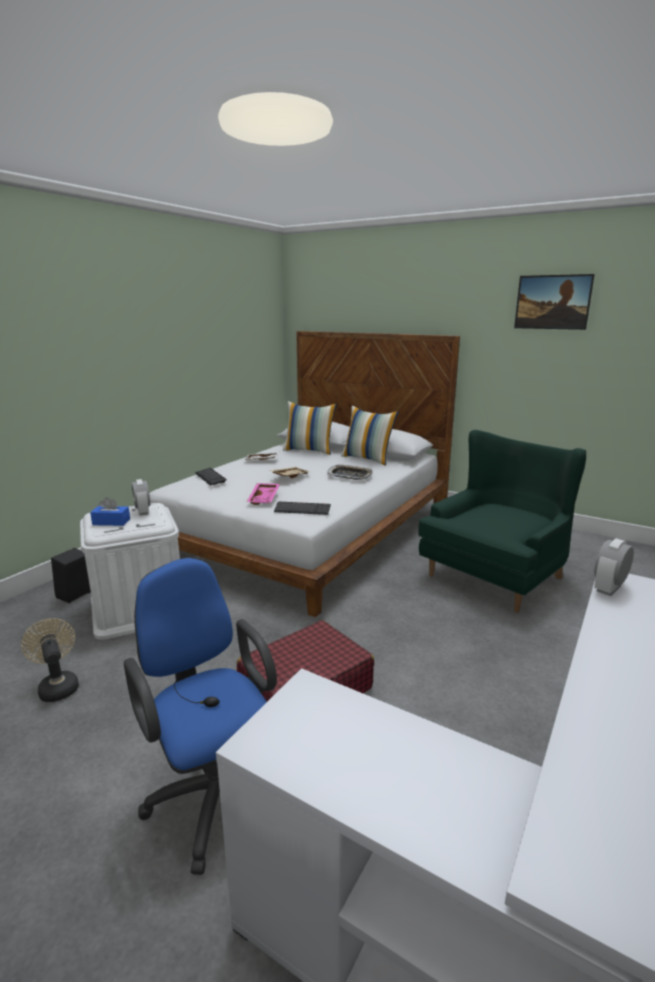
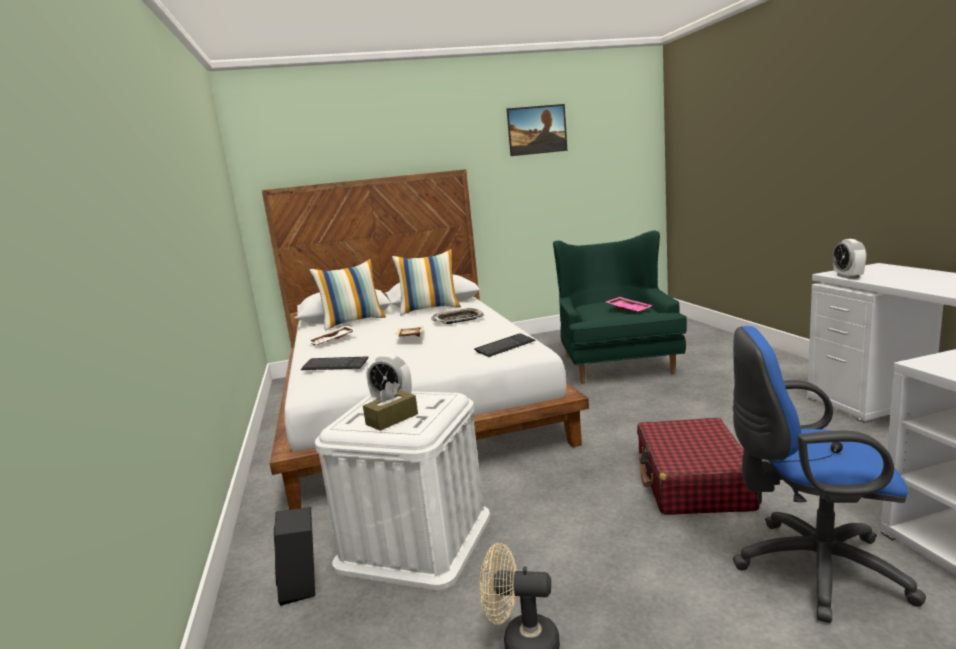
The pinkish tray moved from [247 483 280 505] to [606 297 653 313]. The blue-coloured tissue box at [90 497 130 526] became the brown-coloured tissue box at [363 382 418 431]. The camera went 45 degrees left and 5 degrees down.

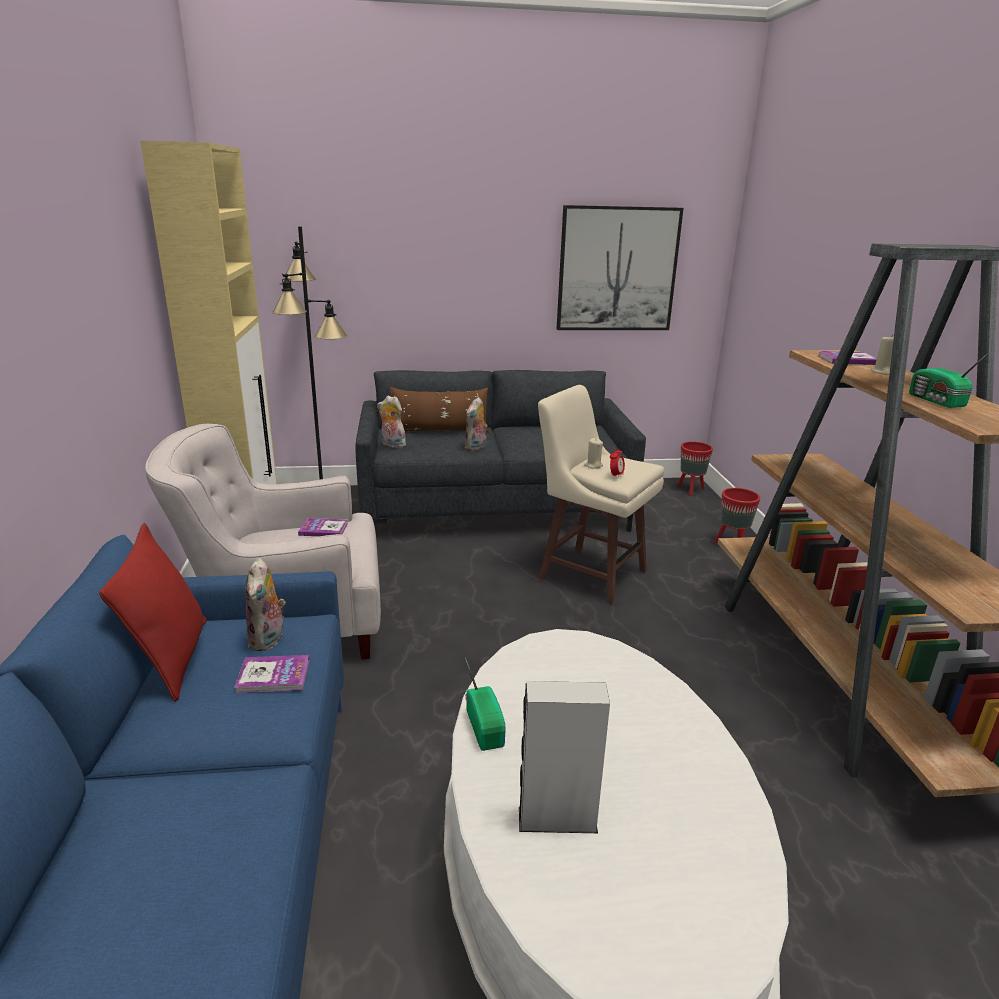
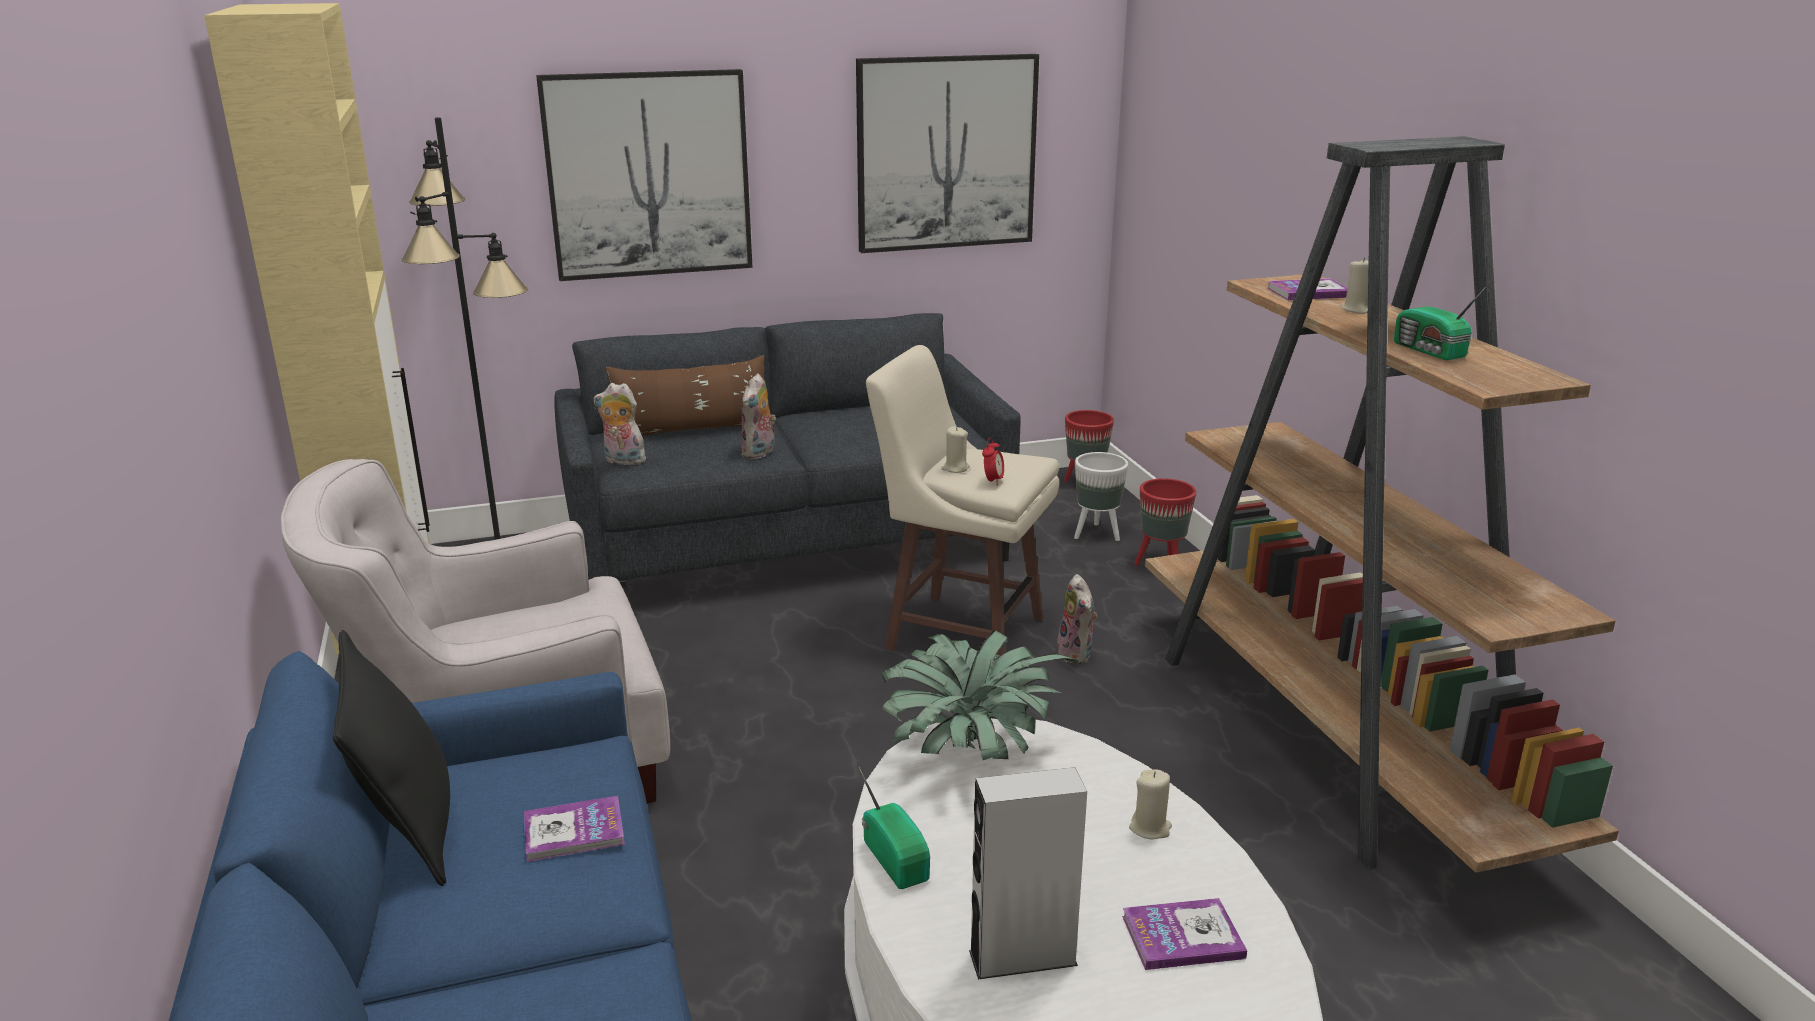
The wall art at [536 69 753 281] appeared. The houseplant at [881 630 1079 760] appeared. The whitish planter at [1074 452 1128 541] appeared. The sand-coloured candle at [1129 770 1172 839] appeared. The cuddly toy moved from [245 558 286 651] to [1056 574 1098 664]. The book moved from [298 518 348 536] to [1122 898 1247 970]. The red-coloured pillow at [99 523 207 702] became the black-coloured pillow at [333 630 450 886]. The camera went 10 degrees left and 0 degrees up.

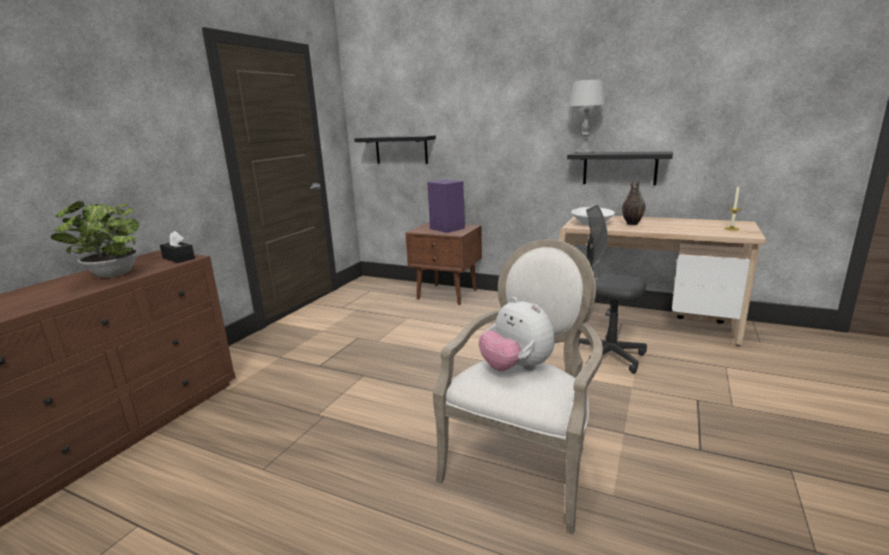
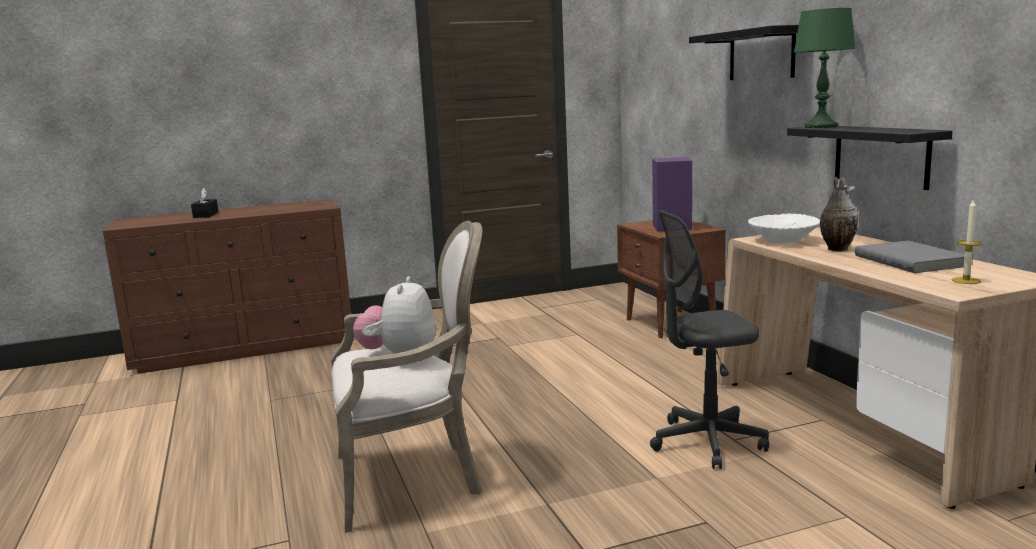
The houseplant at [51 201 139 278] disappeared. The grey book at [855 241 965 273] appeared. The black-coloured tissue box moved from [160 231 195 263] to [191 188 218 218]. The black-coloured bracket shelf moved from [354 135 436 164] to [689 25 799 80]. The grey lamp for a table at [569 79 605 154] became the green-coloured lamp for a table at [794 8 856 128]. The grey computer chair at [578 204 647 374] turned 90 degrees counterclockwise. The camera went 45 degrees right and 5 degrees down.

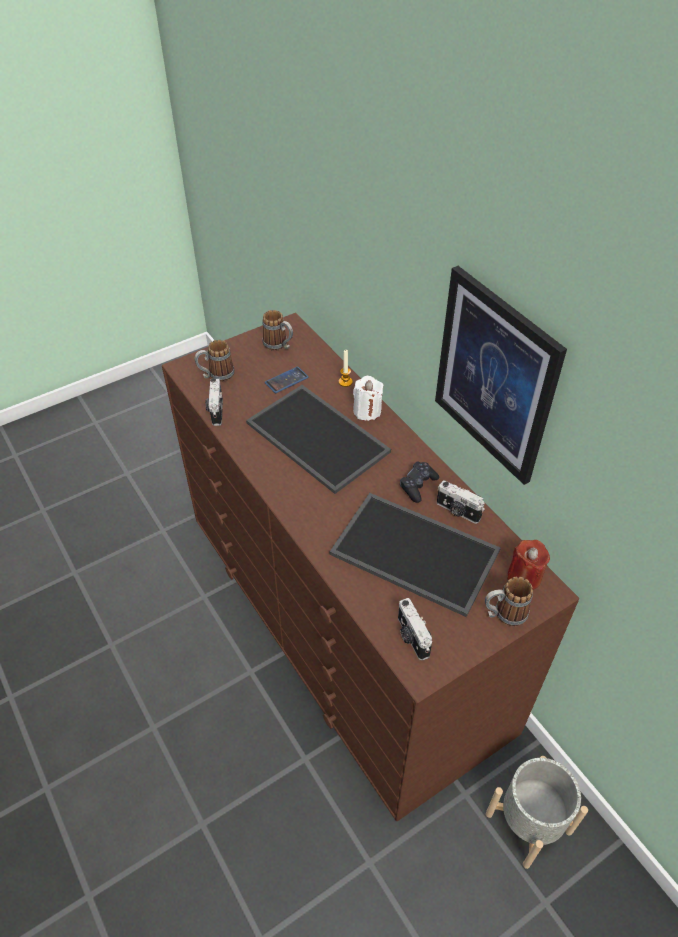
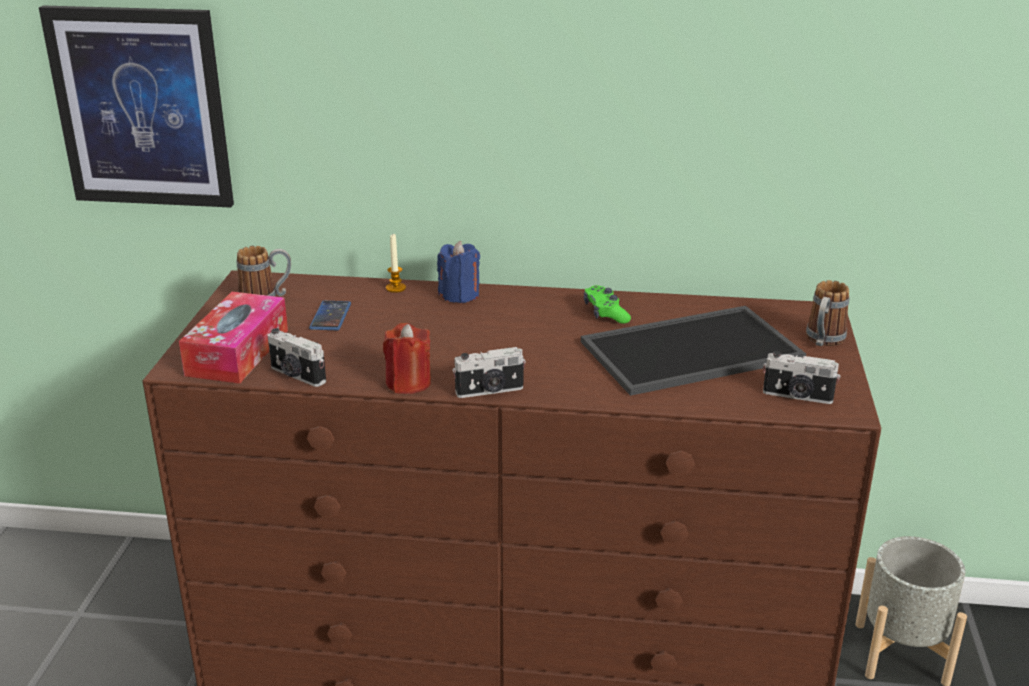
The tray at [246 385 391 494] disappeared. The wall art moved from [435 266 567 485] to [39 5 234 208]. The photo camera moved from [437 480 485 524] to [452 347 526 398]. The red-coloured candle moved from [507 540 550 590] to [383 323 431 394]. The coffee mug at [194 340 235 381] was replaced by the tissue box at [179 292 288 384]. The whitish candle at [353 376 384 421] became the blue-coloured candle at [437 241 480 303]. The black-coloured joypad at [400 461 439 503] became the green-coloured joypad at [584 285 631 324]. The camera went 50 degrees left and 20 degrees down.

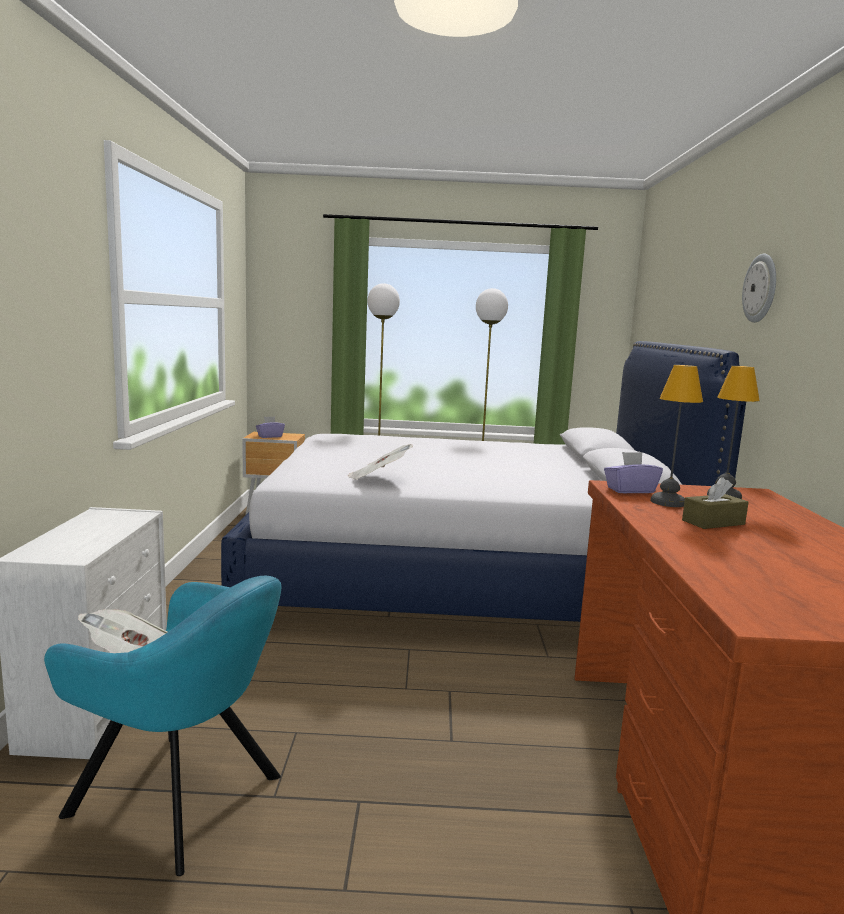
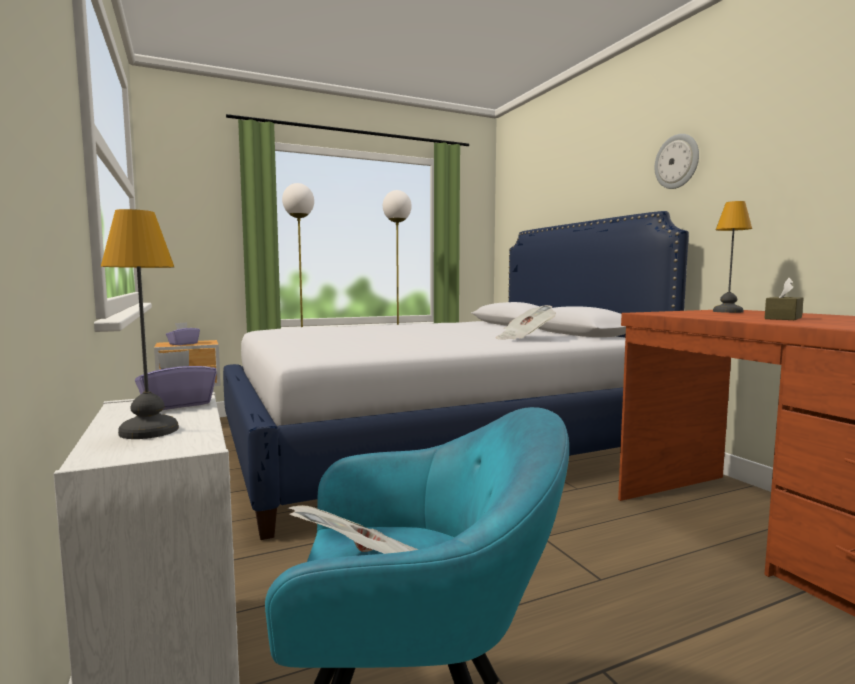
The daily paper moved from [348 444 413 480] to [496 305 556 340]. The purple tissue box moved from [604 452 663 493] to [135 350 217 410]. The lamp for a table moved from [651 365 703 507] to [101 209 179 439]. The camera went 25 degrees left and 5 degrees down.

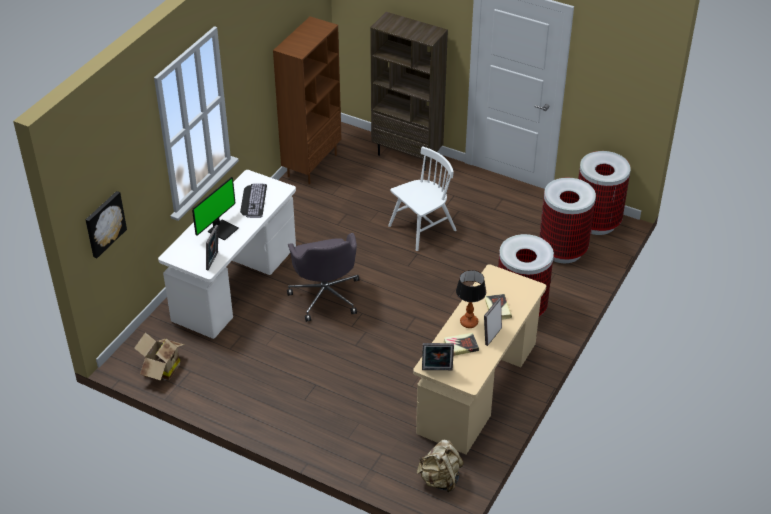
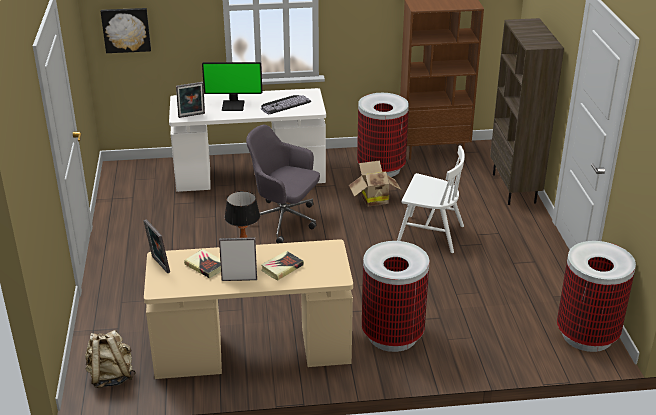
The cardboard box moved from [134 332 185 380] to [349 160 401 207]. The waste bin moved from [539 177 596 263] to [357 93 409 177]. The grey computer chair at [287 233 359 322] turned 75 degrees clockwise. The camera went 55 degrees right and 10 degrees down.

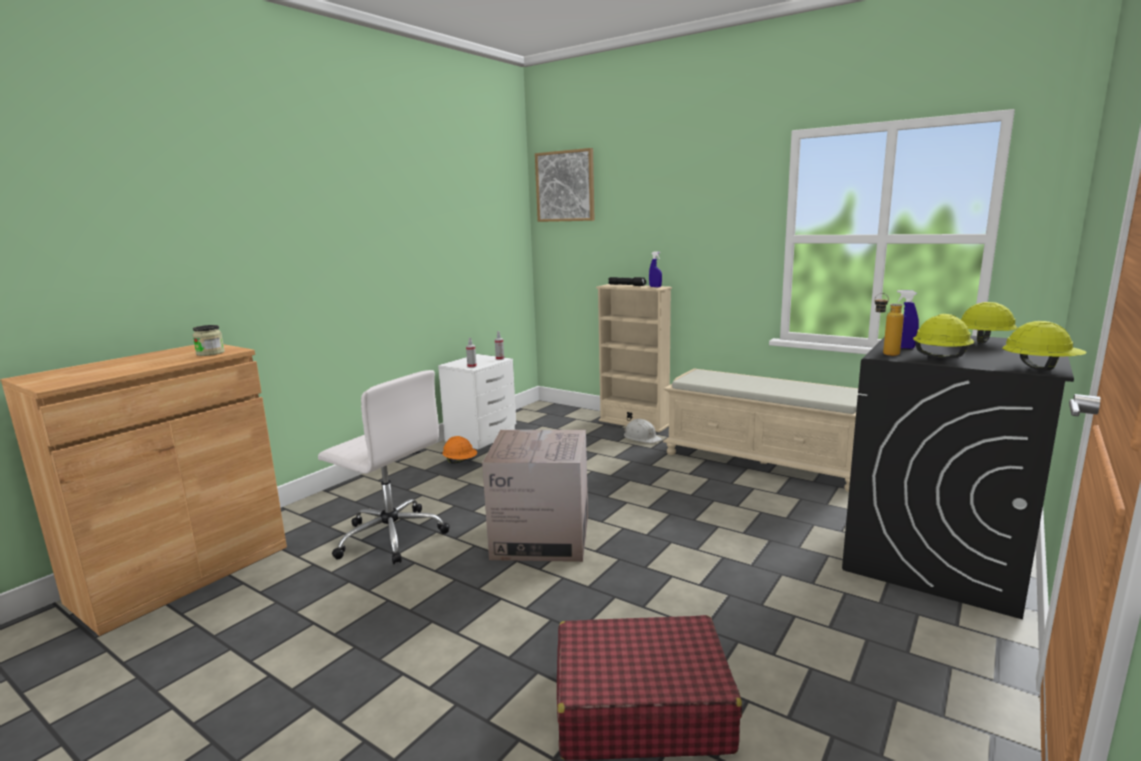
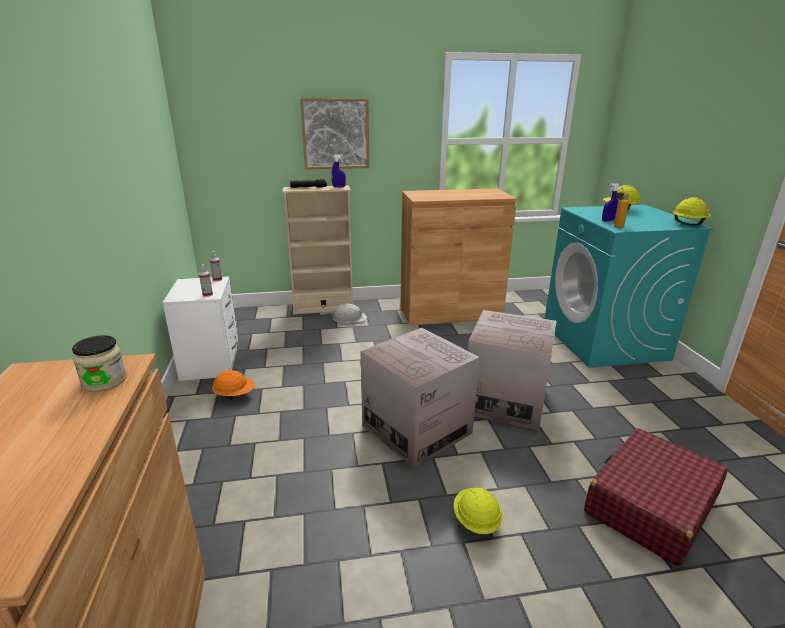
The whitish computer chair at [318 370 450 564] disappeared. The cardboard box at [468 310 557 430] appeared. The wall art moved from [535 148 595 222] to [300 98 369 169]. The yellow-coloured safety helmet moved from [913 314 974 358] to [454 488 502 534]. The sand-coloured long seat at [663 369 859 492] was replaced by the brown-coloured storage cabinet at [401 189 517 325]. The black-coloured washing machine at [842 336 1074 620] became the blue-green washing machine at [545 205 714 368]. The camera went 45 degrees left and 10 degrees up.

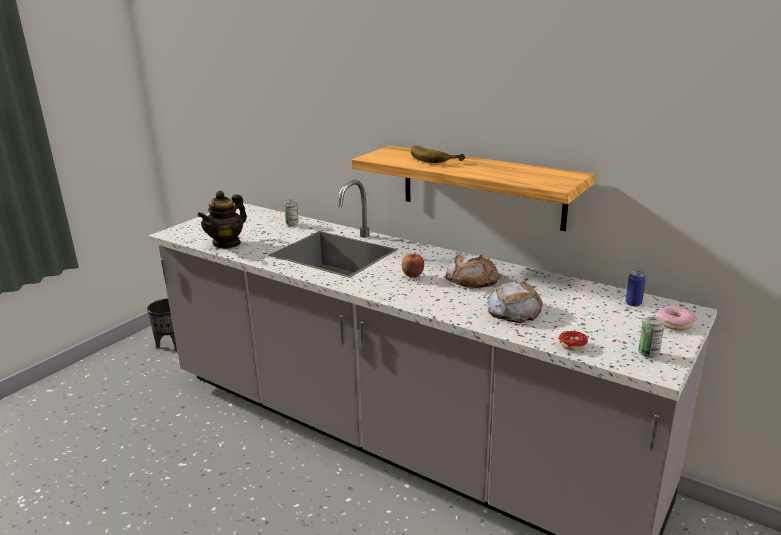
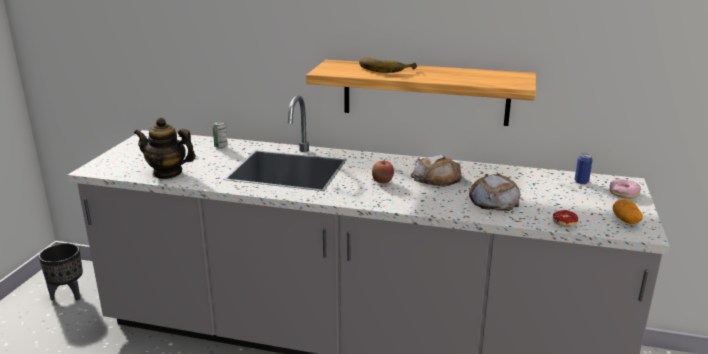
The metal can at [638 317 664 358] was replaced by the spud at [613 200 643 224]. The pot for tea at [197 191 247 249] turned 90 degrees clockwise. The camera went 20 degrees left and 0 degrees up.

